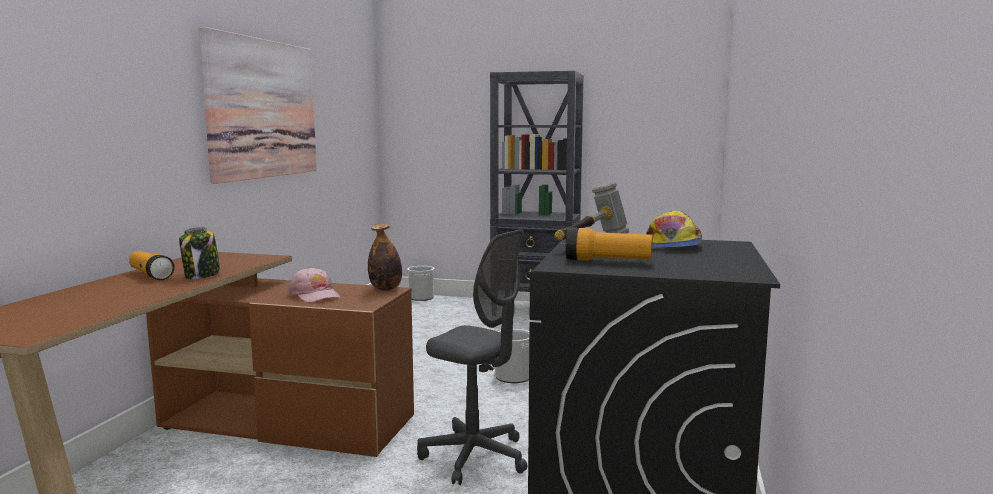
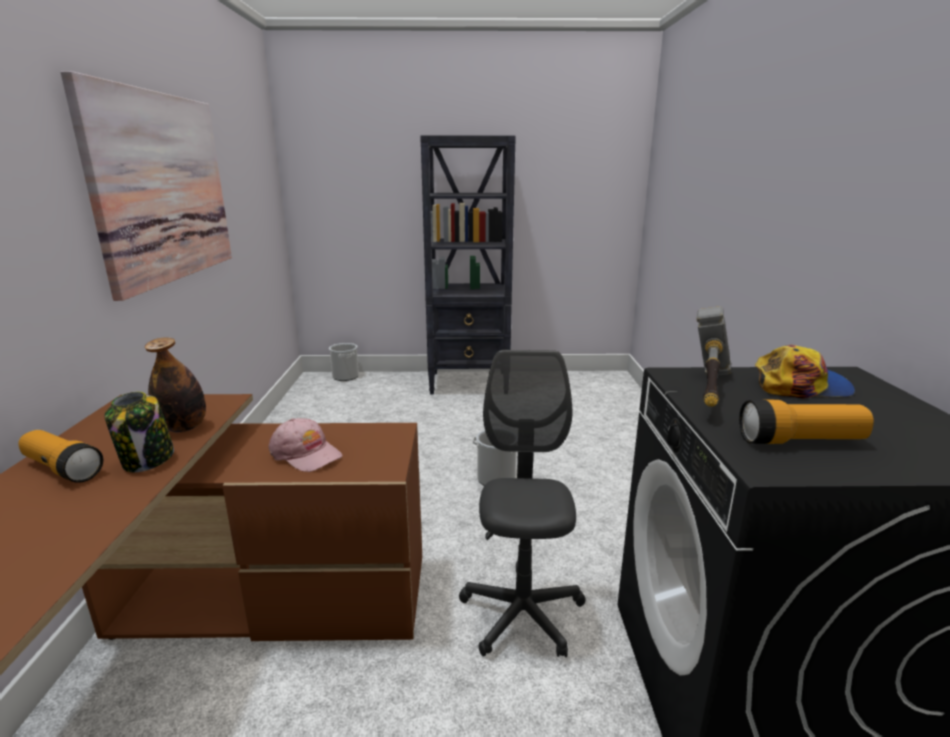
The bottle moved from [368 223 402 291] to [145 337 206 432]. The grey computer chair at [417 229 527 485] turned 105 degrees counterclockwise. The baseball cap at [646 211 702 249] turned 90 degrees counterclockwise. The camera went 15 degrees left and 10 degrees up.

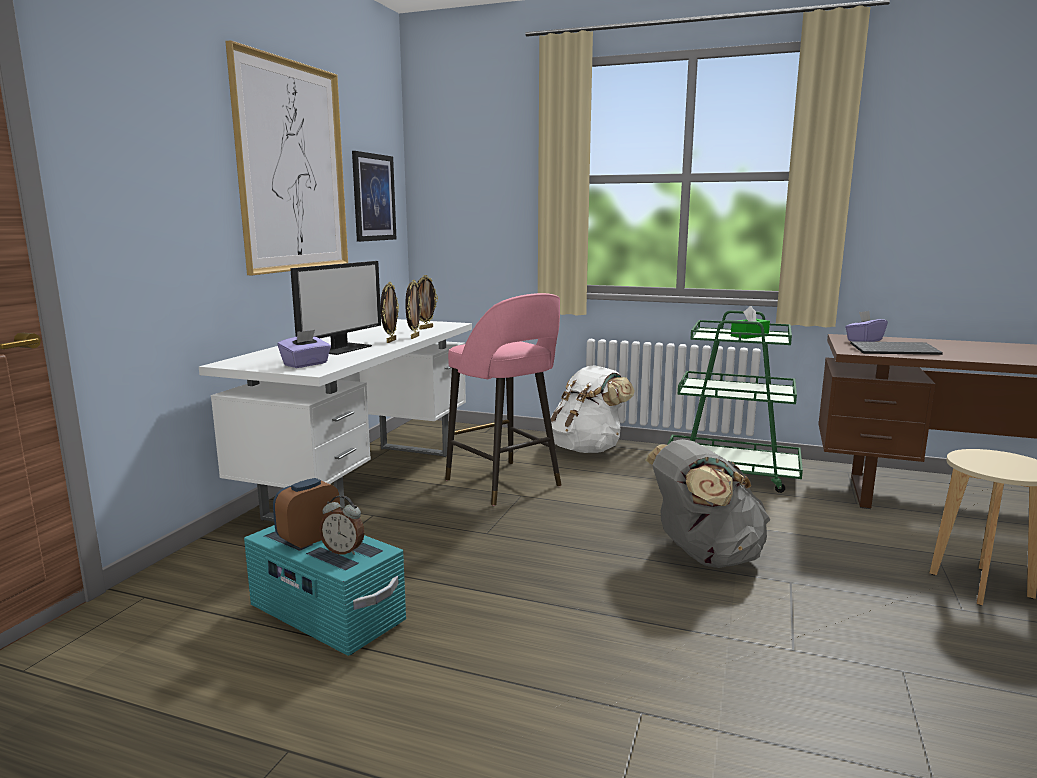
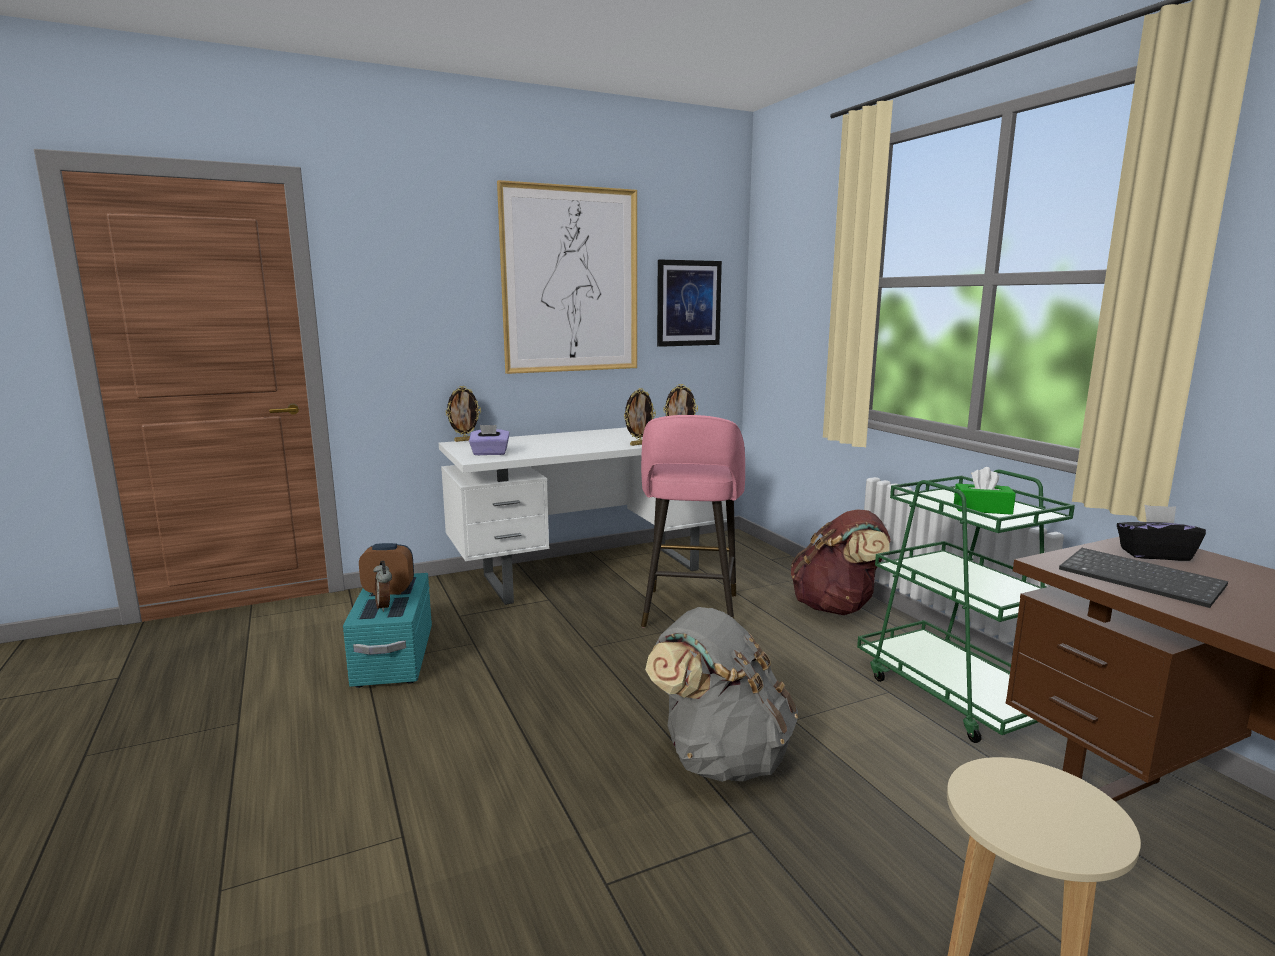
The monitor at [290 261 381 355] disappeared. The photo frame moved from [381 282 399 343] to [445 386 481 442]. The whitish rucksack at [551 365 635 453] became the brown-coloured rucksack at [791 509 891 615]. The purple tissue box at [845 311 888 342] became the black-coloured tissue box at [1117 505 1206 561]. The camera went 45 degrees right and 0 degrees up.

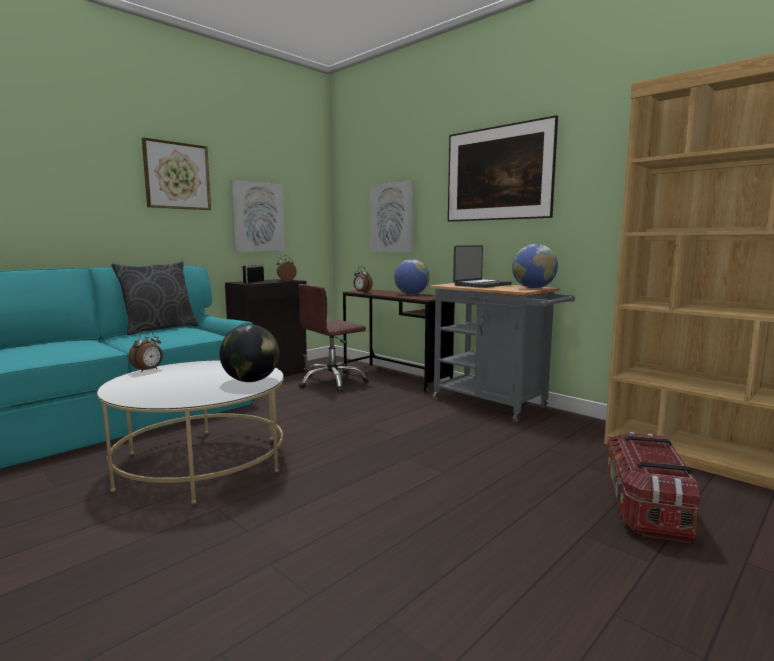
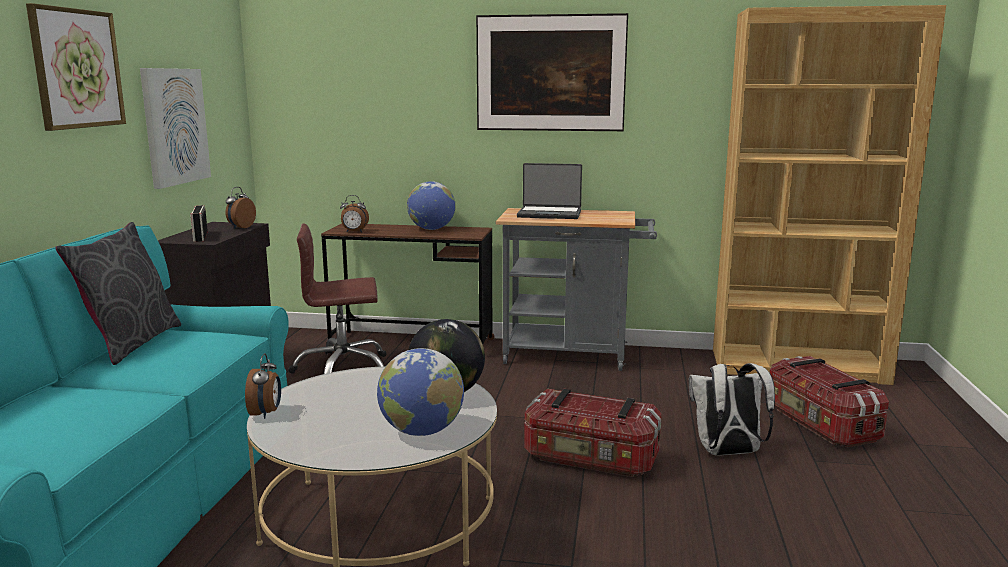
The wall art at [370 181 414 252] disappeared. The storage box at [524 389 661 477] appeared. The whitish rucksack at [689 363 775 456] appeared. The desk globe moved from [512 244 558 289] to [377 348 464 436]. The brown-coloured computer chair at [298 284 369 392] turned 60 degrees clockwise. The notebook computer at [453 245 512 288] turned 90 degrees clockwise. The camera went 35 degrees left and 5 degrees up.

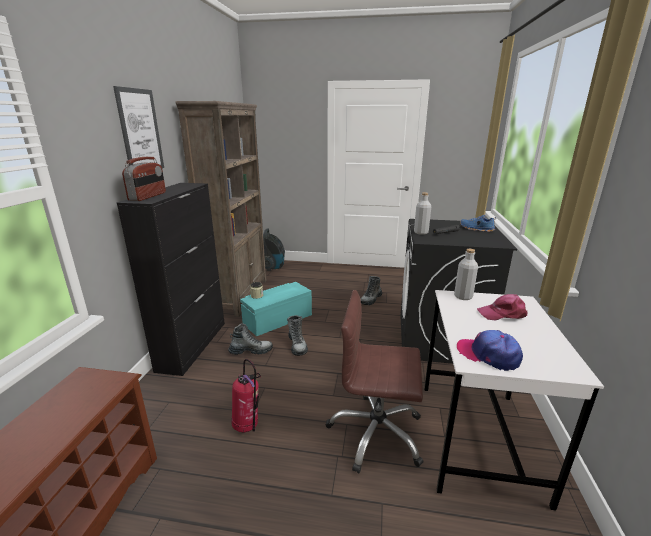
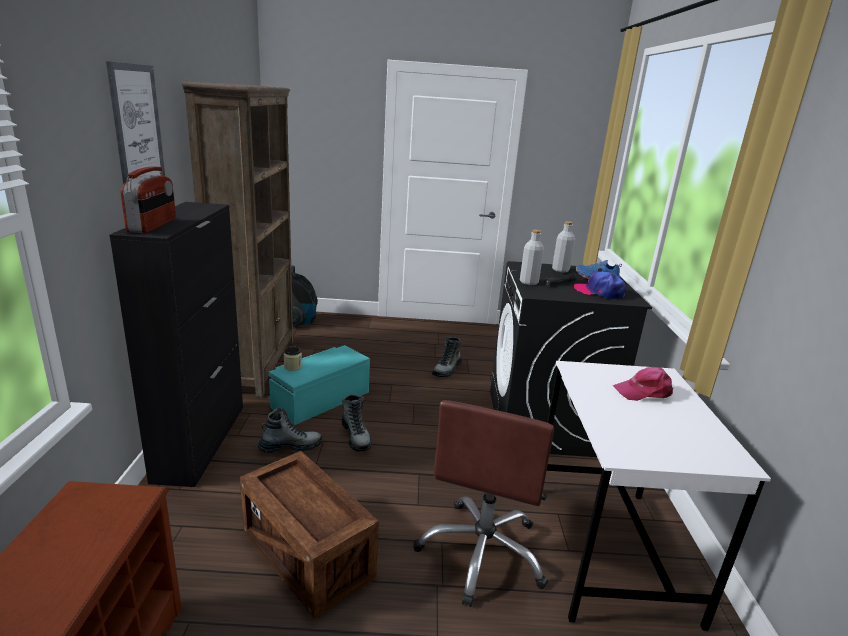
The grey bottle moved from [454 249 478 300] to [552 221 575 273]. The baseball cap moved from [457 330 523 371] to [574 272 626 299]. The extinguisher at [232 359 261 433] was replaced by the packing crate at [240 451 379 619]. The brown-coloured computer chair at [326 290 423 474] turned 75 degrees counterclockwise. The camera went 10 degrees left and 0 degrees up.

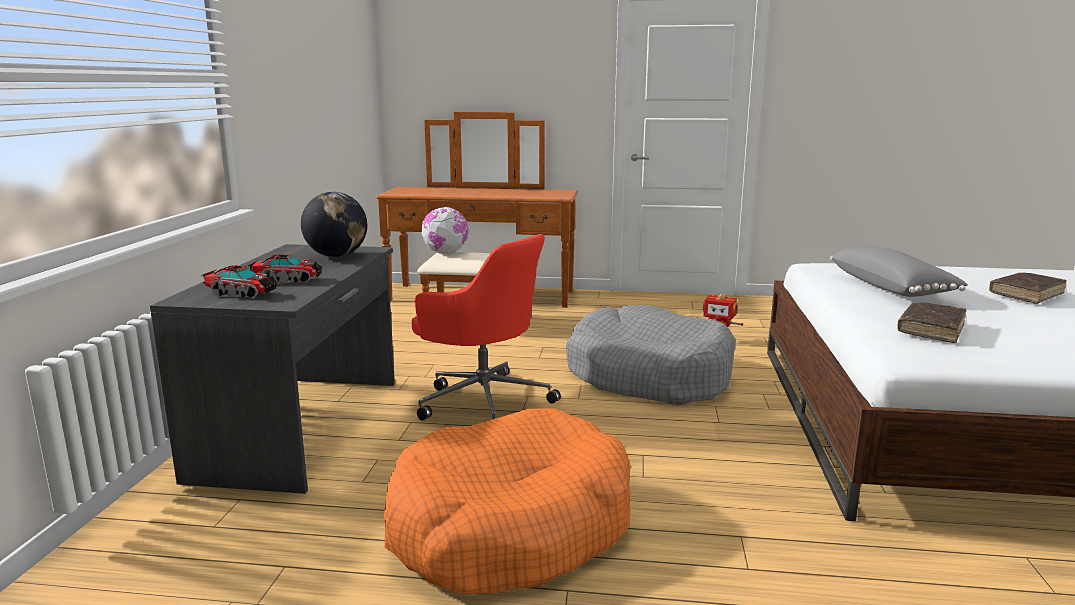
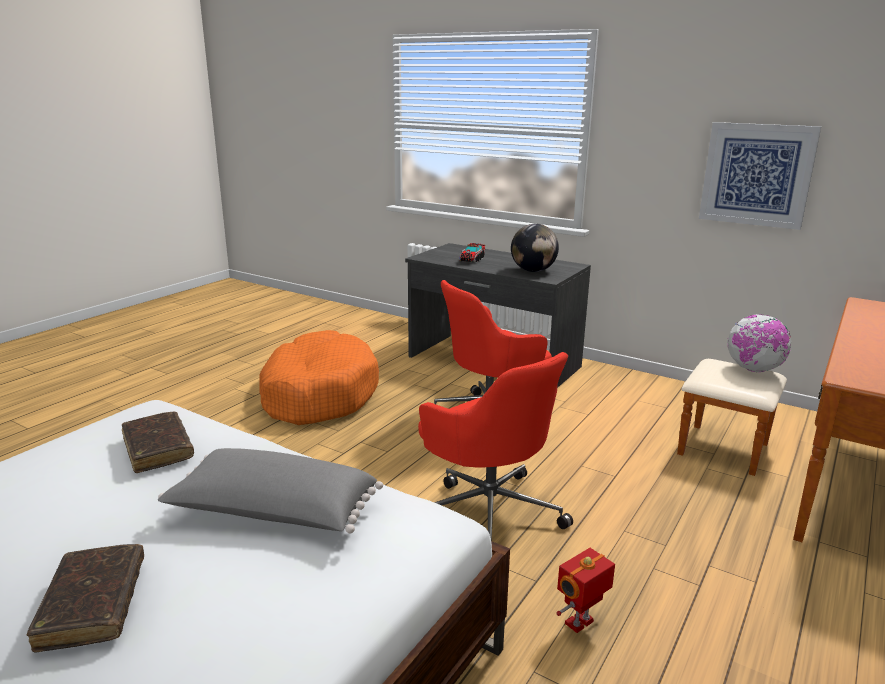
The toy truck at [201 265 278 298] disappeared. The wall art at [699 122 821 230] appeared. The grey dog cushion at [566 305 736 405] was replaced by the red-coloured computer chair at [418 352 573 541]. The camera went 115 degrees right and 5 degrees up.

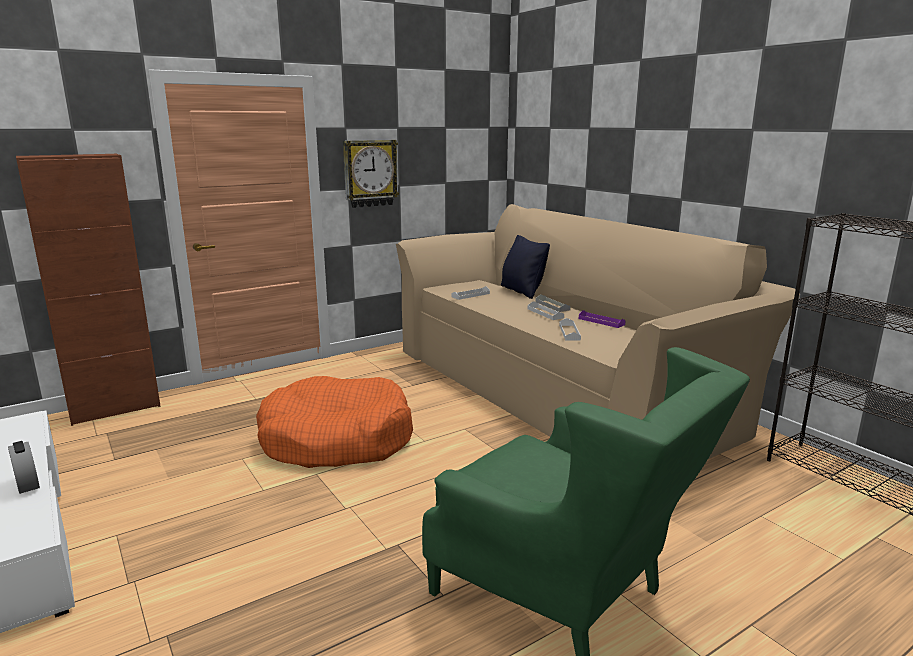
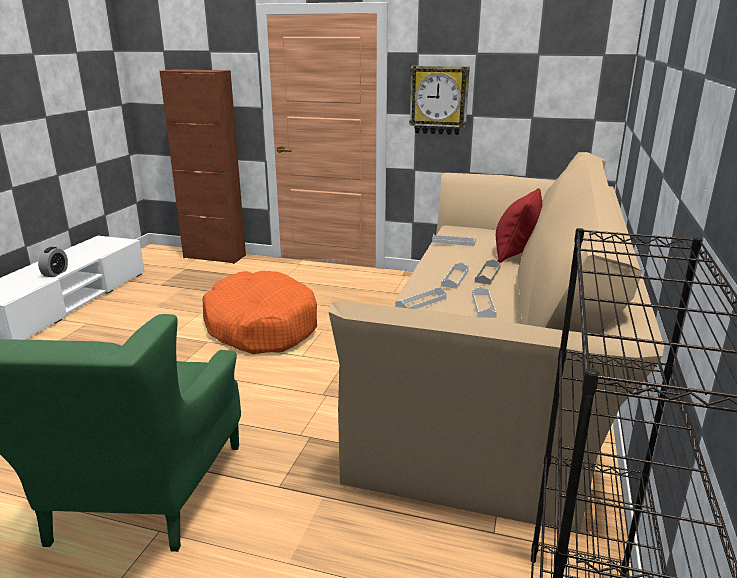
The black-coloured pillow at [501 235 550 299] became the red-coloured pillow at [496 188 542 263]. The purple tray at [579 310 626 328] became the whitish tray at [472 287 497 318]. The camera went 50 degrees right and 5 degrees up.

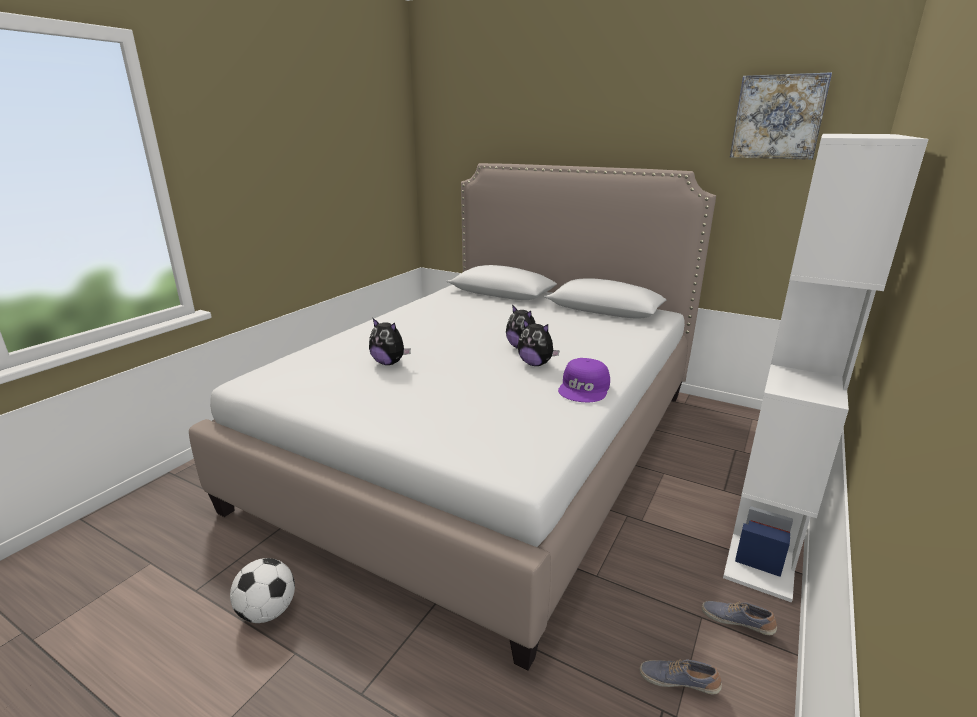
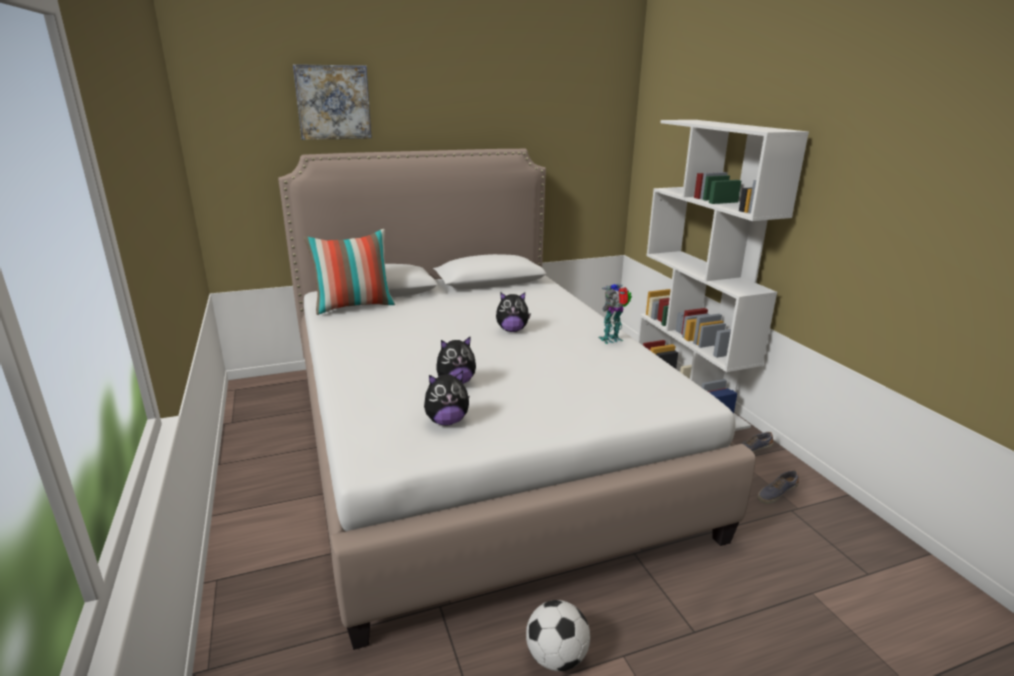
The pillow at [303 229 396 315] appeared. The cuddly toy moved from [517 320 560 366] to [424 371 470 426]. The wall art moved from [730 72 832 160] to [293 64 372 140]. The purple baseball cap at [558 358 610 402] was replaced by the model robot at [598 283 632 344]. The camera went 50 degrees left and 0 degrees up.

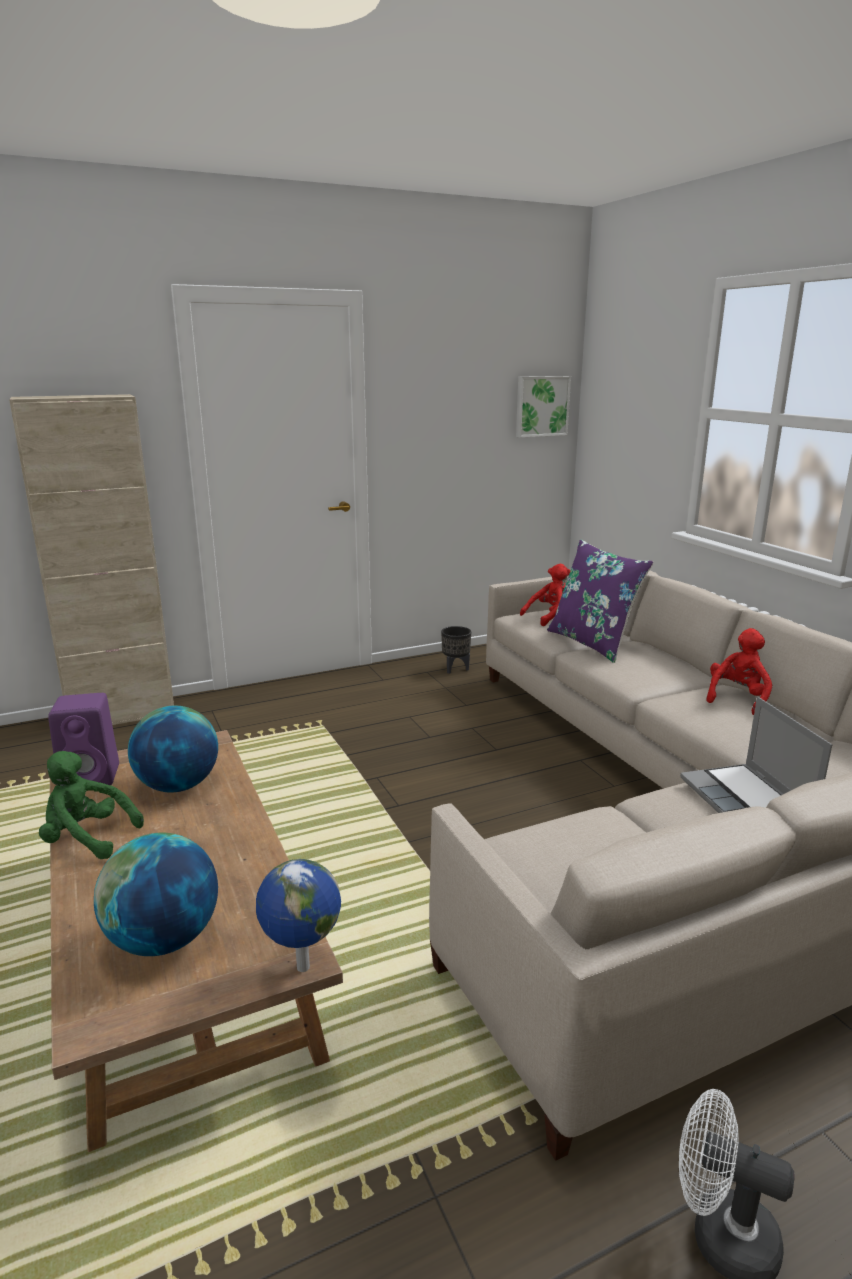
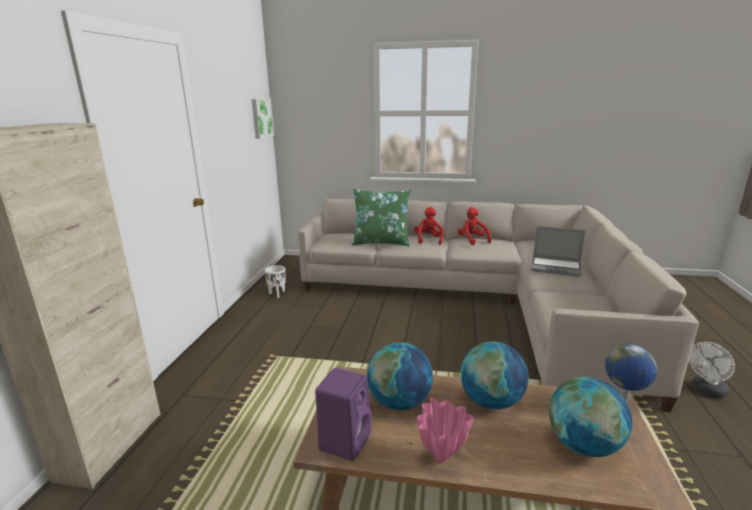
The desk globe at [460 341 528 410] appeared. The red-coloured cuddly toy moved from [520 564 570 626] to [414 207 444 245]. The green-coloured cuddly toy at [39 751 144 859] was replaced by the pinkish flower vase at [417 398 474 463]. The black-coloured planter at [441 626 471 674] became the whitish planter at [265 265 286 298]. The purple pillow at [547 539 654 663] became the green-coloured pillow at [352 189 411 246]. The camera went 55 degrees left and 0 degrees up.

